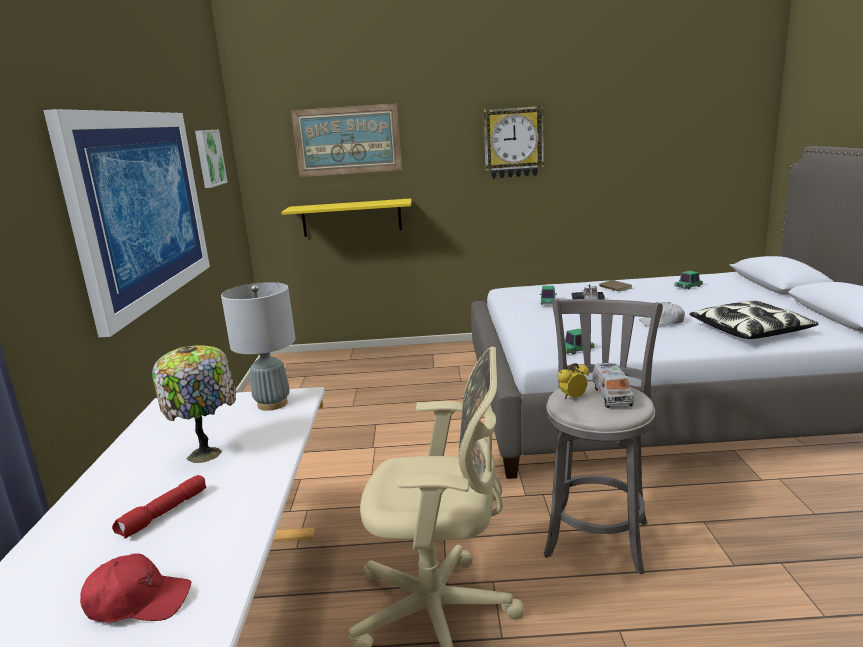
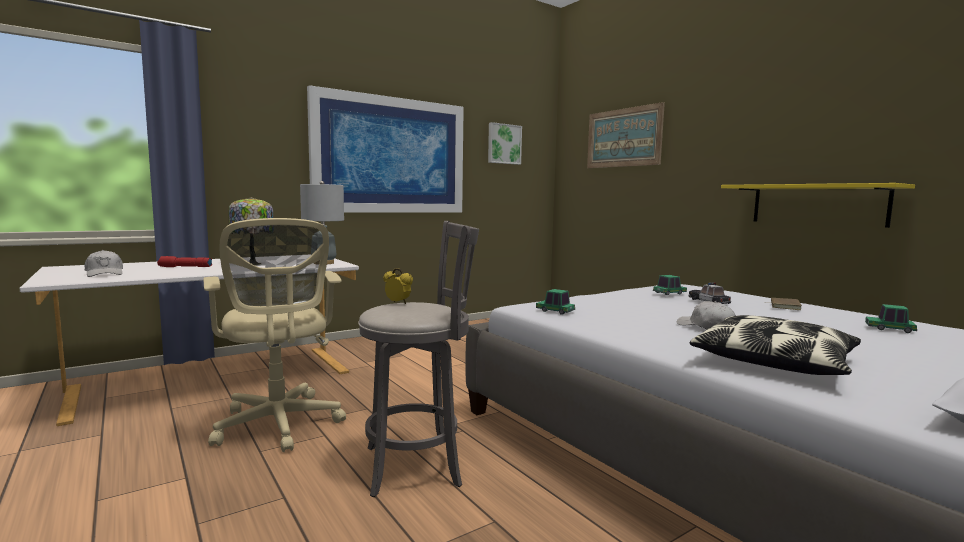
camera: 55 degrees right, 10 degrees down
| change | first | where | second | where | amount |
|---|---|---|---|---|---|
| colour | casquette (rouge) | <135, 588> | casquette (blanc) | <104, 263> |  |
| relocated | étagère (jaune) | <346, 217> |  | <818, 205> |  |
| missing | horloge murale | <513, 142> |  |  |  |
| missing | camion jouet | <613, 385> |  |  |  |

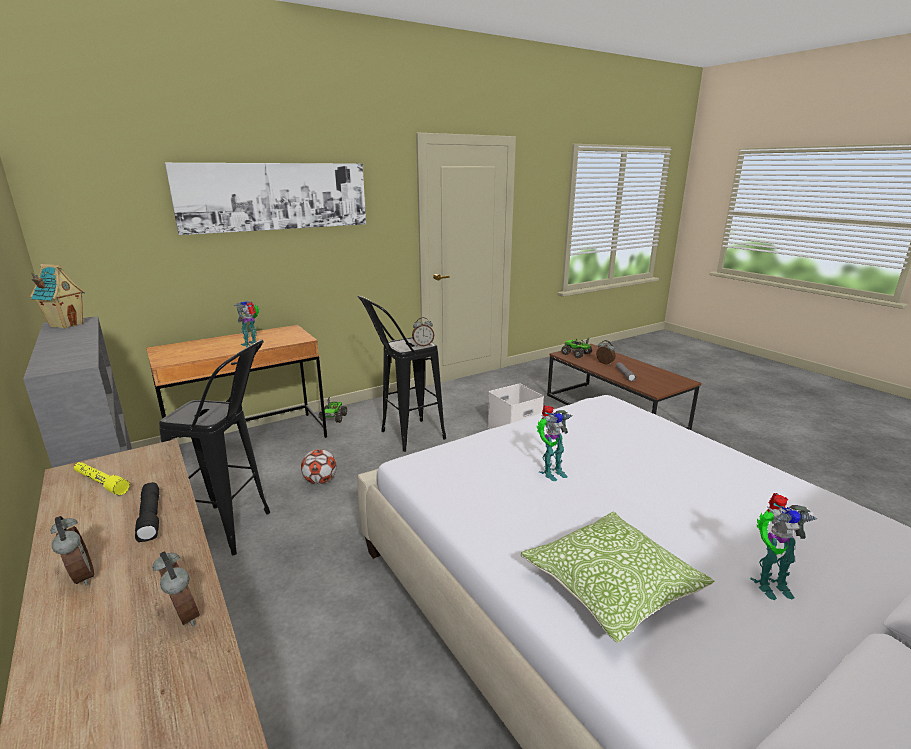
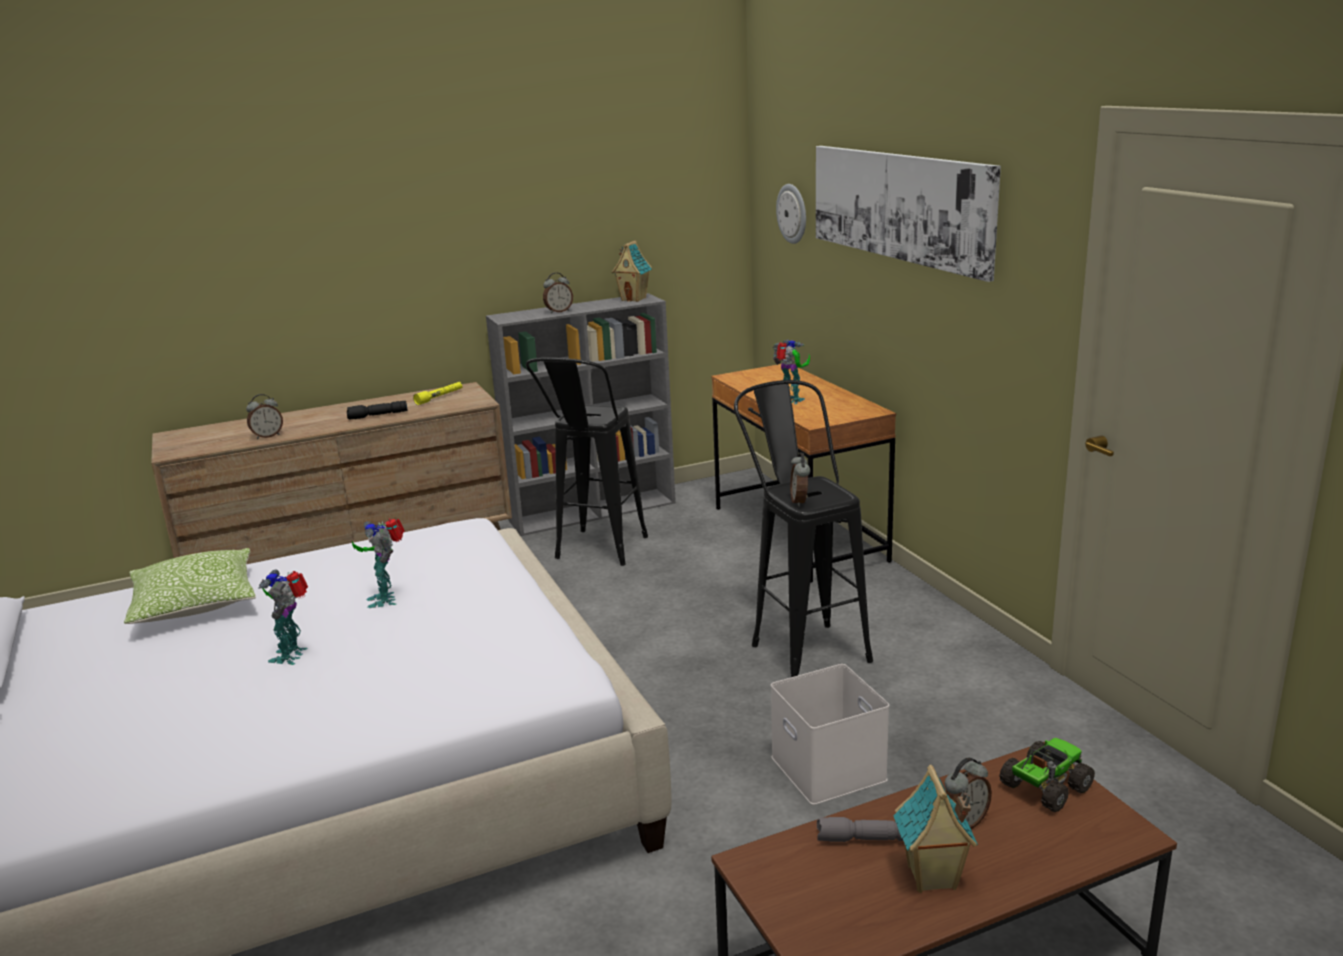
camera: 100 degrees right, 0 degrees up
| change | first | where | second | where | amount |
|---|---|---|---|---|---|
| relocated | réveil | <72, 551> |  | <558, 293> |  |
| missing | ballon de foot | <319, 466> |  |  |  |
| missing | camion jouet | <332, 410> |  |  |  |
| relocated | robot jouet | <783, 546> |  | <283, 617> |  |
| appeared |  |  | horloge murale | <791, 214> |  |
| appeared |  |  | maison miniature | <935, 829> |  |

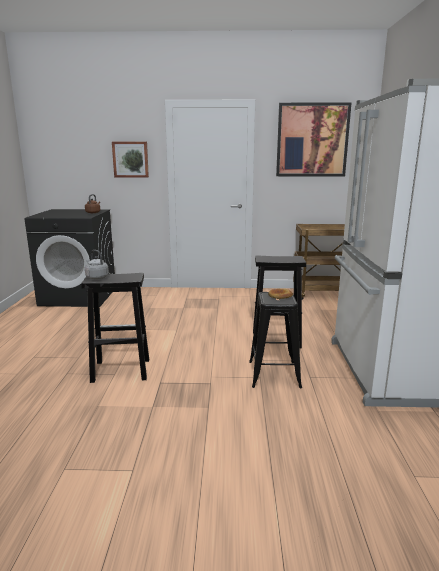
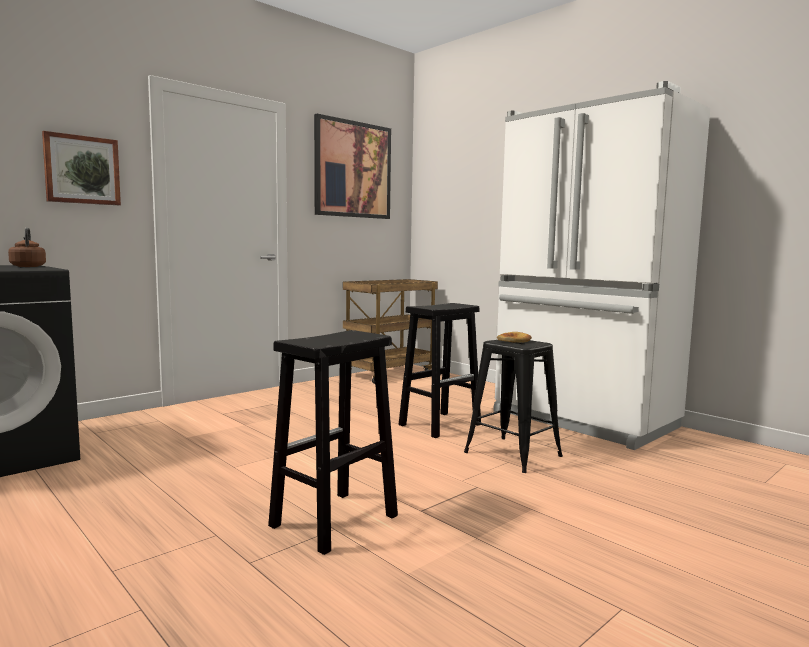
camera: 45 degrees left, 10 degrees down
| change | first | where | second | where | amount |
|---|---|---|---|---|---|
| missing | bouilloire (gris) | <97, 264> |  |  |  |

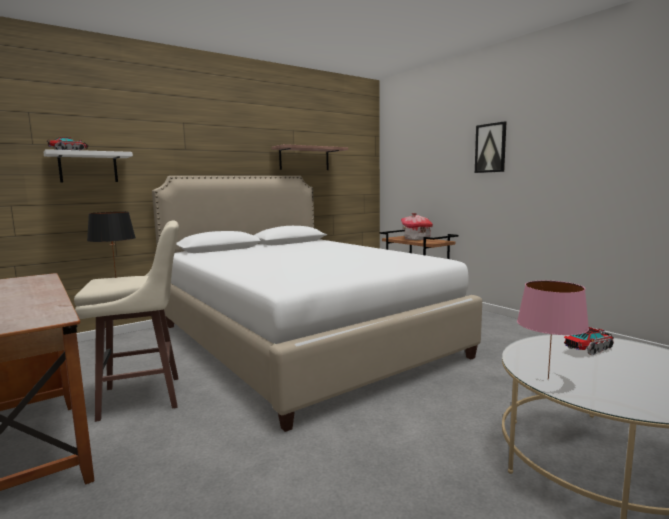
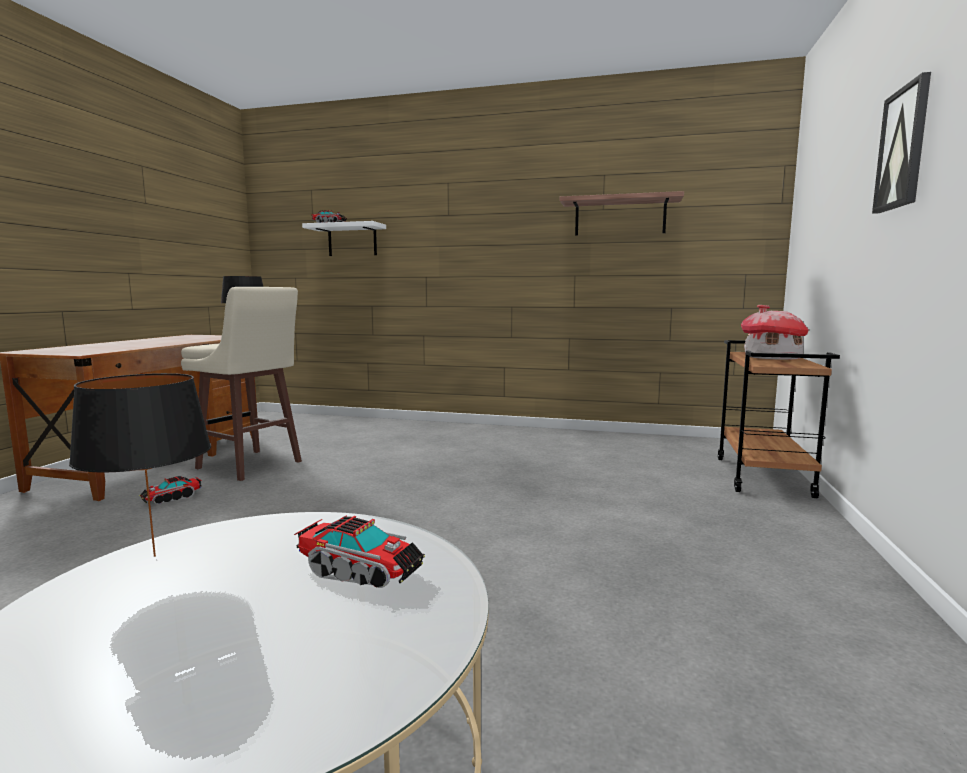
camera: 50 degrees right, 0 degrees up
| change | first | where | second | where | amount |
|---|---|---|---|---|---|
| missing | lit (blanc) | <317, 304> |  |  |  |
| colour | lampe de table (rose) | <553, 330> | lampe de table (noir) | <140, 465> |  |
| appeared |  |  | camion jouet | <170, 490> |  |

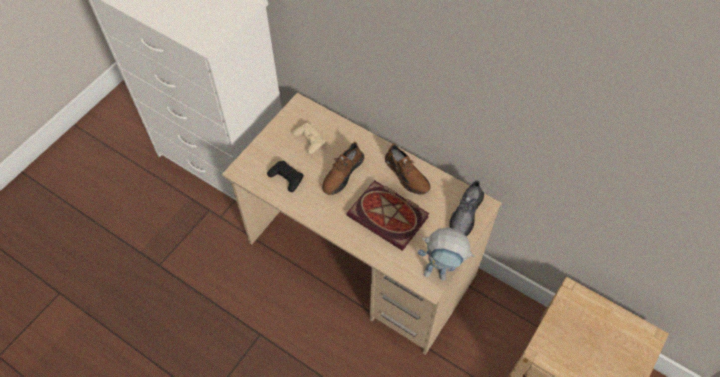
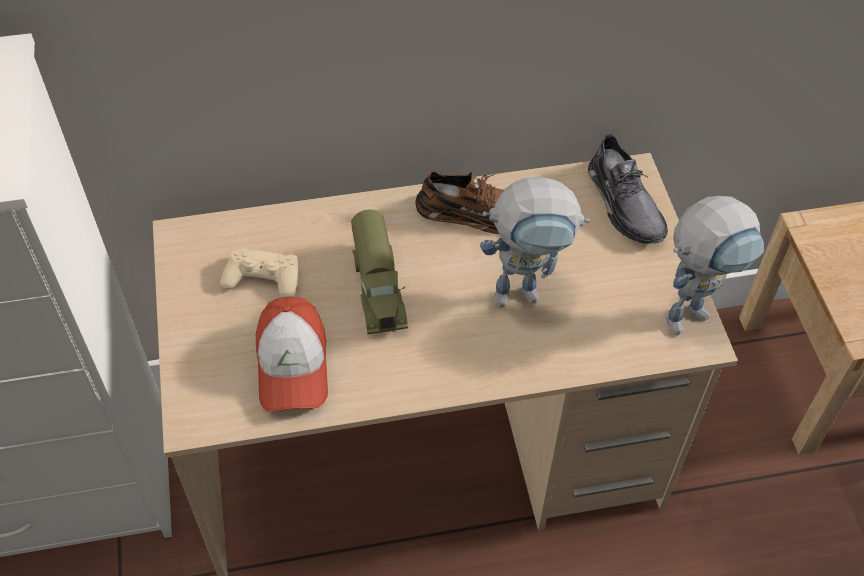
camera: 45 degrees left, 5 degrees down
| change | first | where | second | where | amount |
|---|---|---|---|---|---|
| exchanged | manette (noir) | <285, 176> | casquette | <292, 354> |  |
| exchanged | chaussure (marron) | <343, 168> | camion jouet | <379, 272> |  |
| exchanged | livre | <388, 215> | robot jouet | <535, 241> |  |

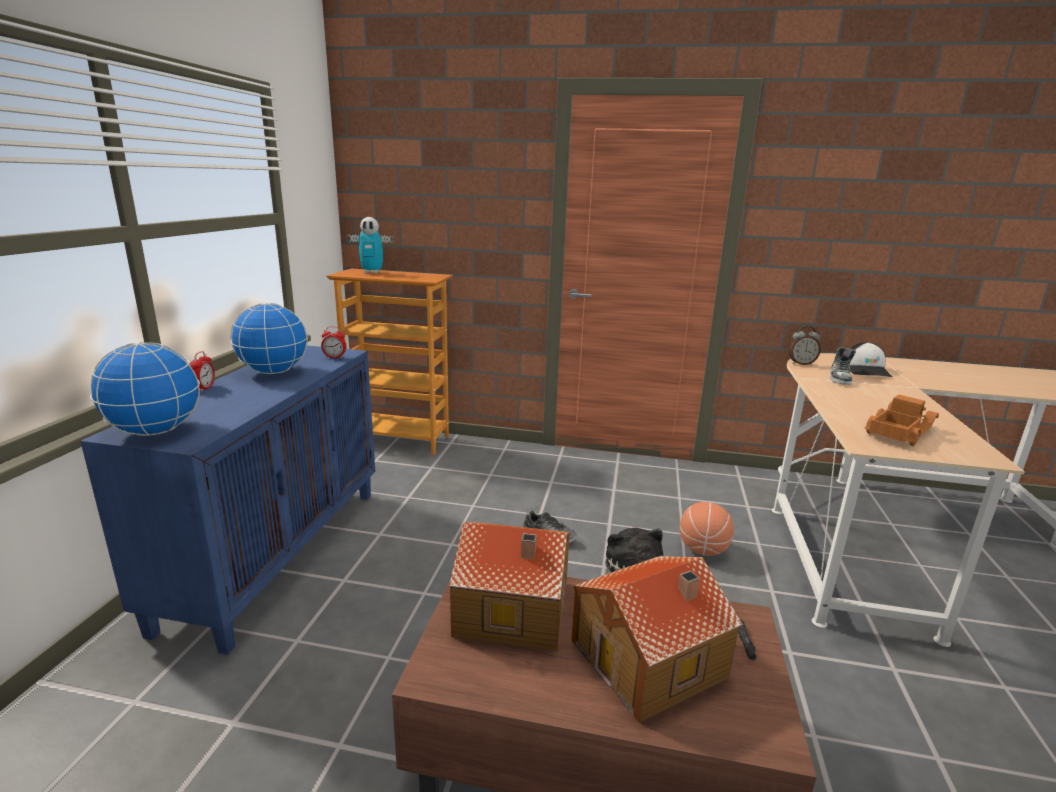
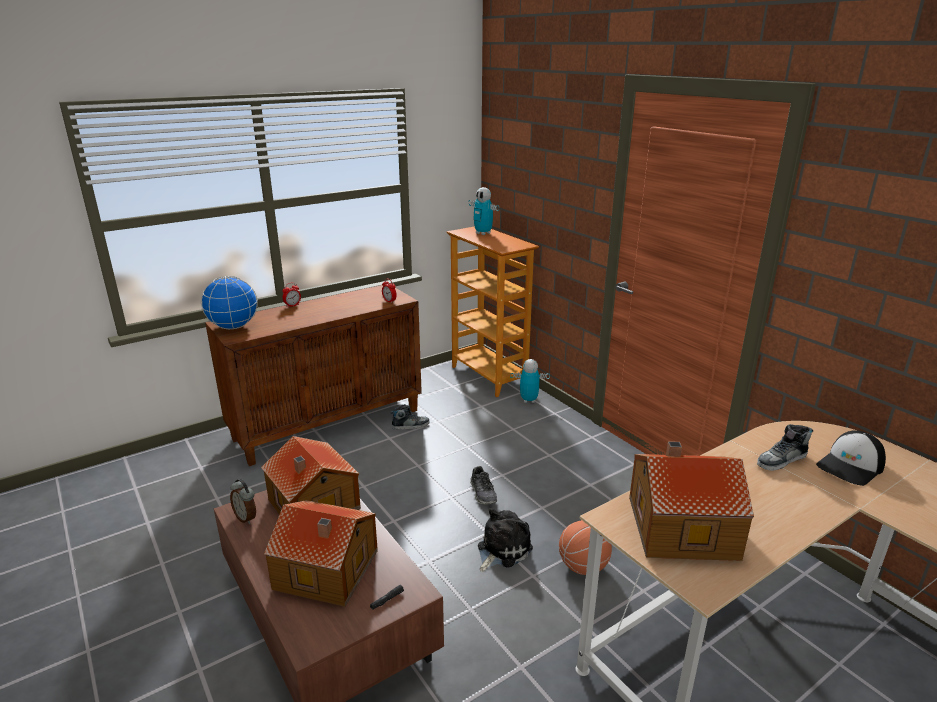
camera: 45 degrees right, 5 degrees up
| change | first | where | second | where | amount |
|---|---|---|---|---|---|
| colour | meuble de rangement (bleu) | <227, 500> | meuble de rangement (marron) | <313, 375> |  |
| missing | globe | <269, 338> |  |  |  |
| relocated | réveil | <804, 345> |  | <243, 501> |  |
| exchanged | camion jouet | <901, 420> | maison miniature | <691, 501> |  |
| appeared |  |  | chaussure | <410, 417> |  |
| appeared |  |  | robot jouet | <530, 381> |  |

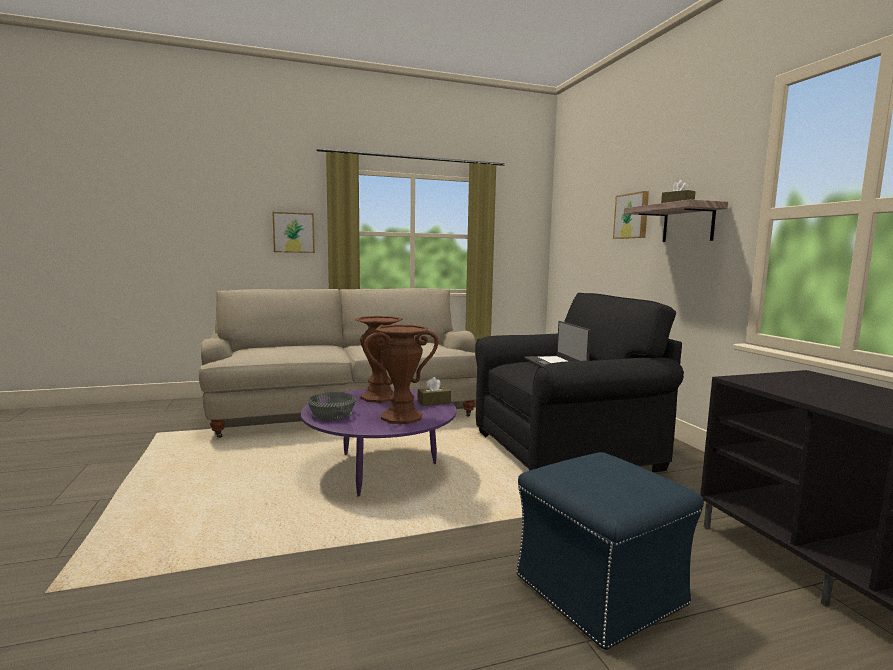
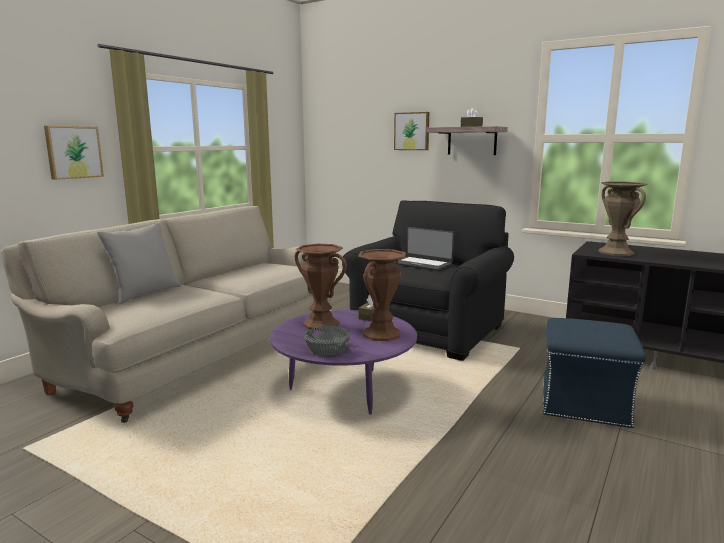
camera: 40 degrees left, 5 degrees up
| change | first | where | second | where | amount |
|---|---|---|---|---|---|
| appeared |  |  | coussin (gris) | <139, 263> |  |
| appeared |  |  | vase (marron) | <623, 218> |  |

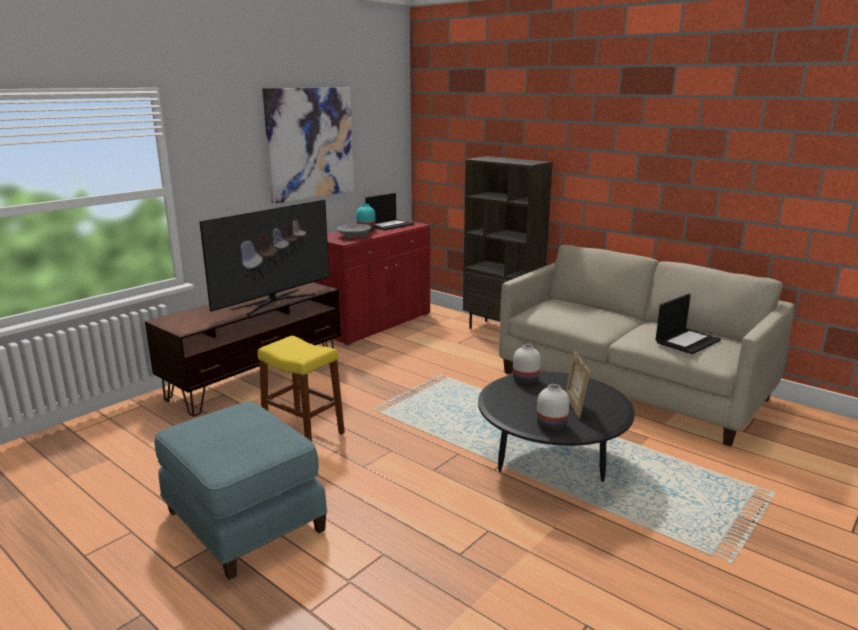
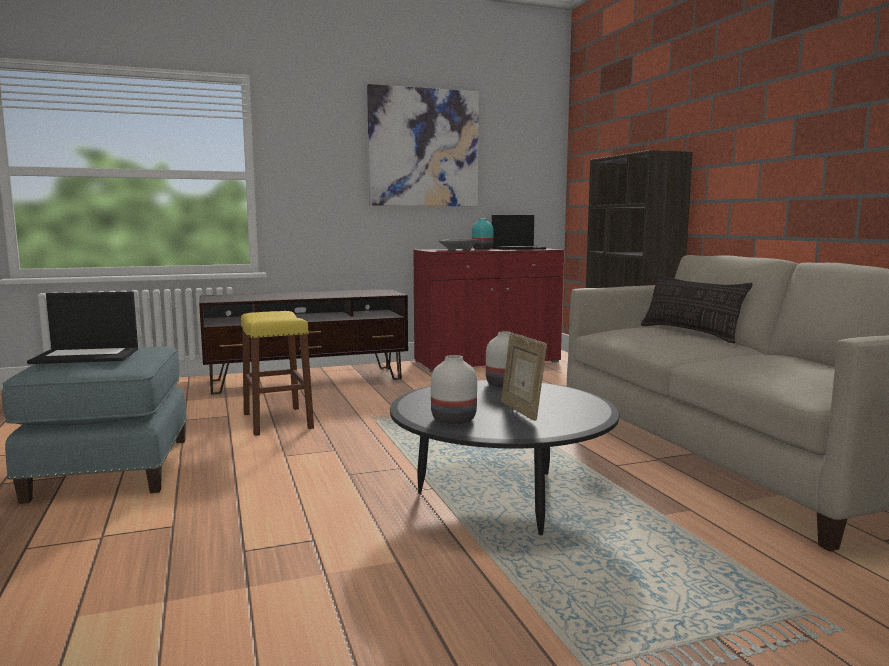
camera: 30 degrees right, 10 degrees down
| change | first | where | second | where | amount |
|---|---|---|---|---|---|
| missing | téléviseur | <264, 258> |  |  |  |
| spun | cadre photo | <577, 384> |  | <524, 376> | 45 degrees counterclockwise |
| relocated | ordinateur portable | <688, 324> |  | <82, 328> |  |
| appeared |  |  | coussin | <696, 308> |  |

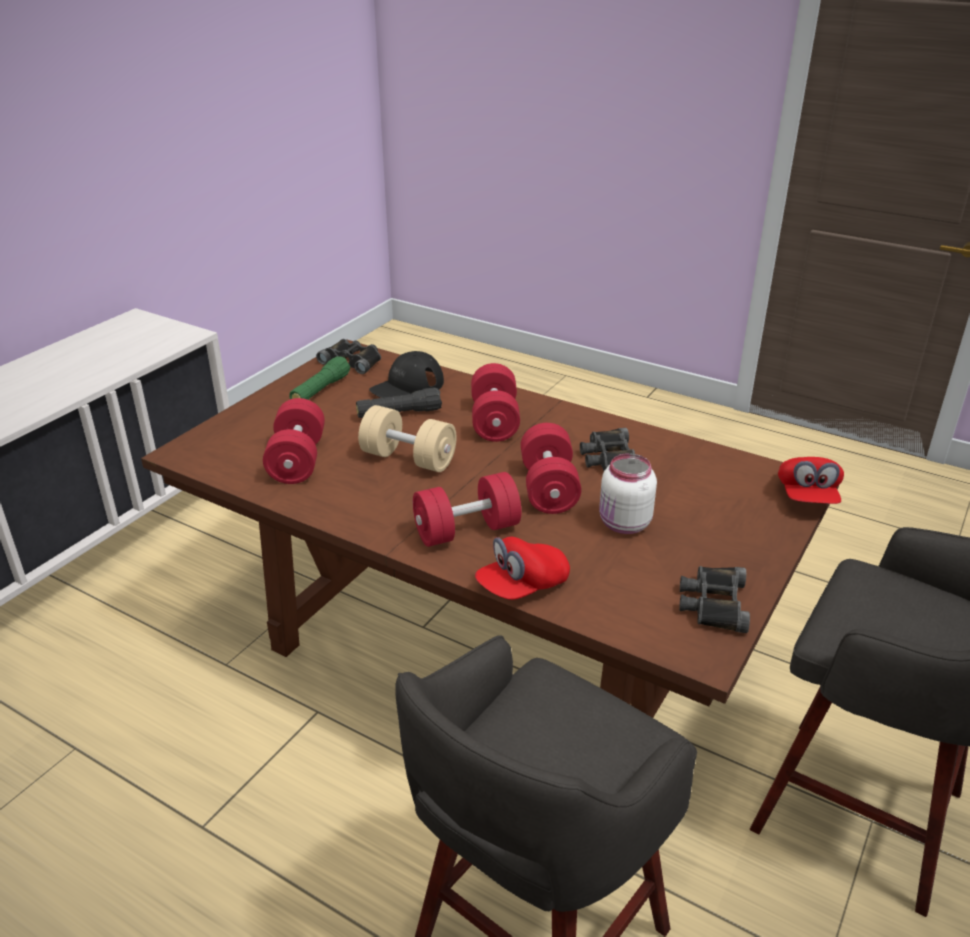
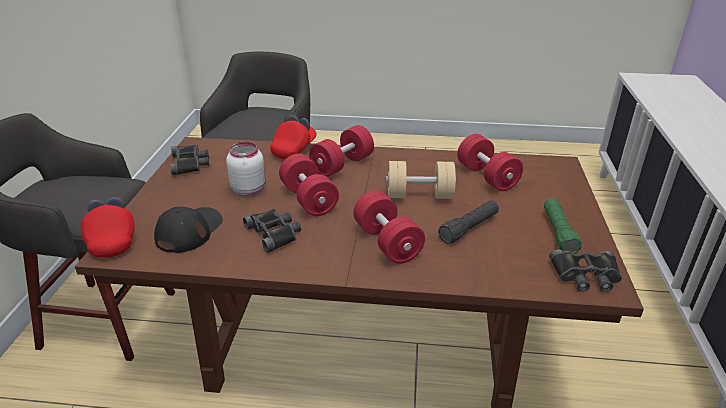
camera: 155 degrees right, 0 degrees up
| change | first | where | second | where | amount |
|---|---|---|---|---|---|
| relocated | casquette (noir) | <406, 374> |  | <188, 230> |  |

